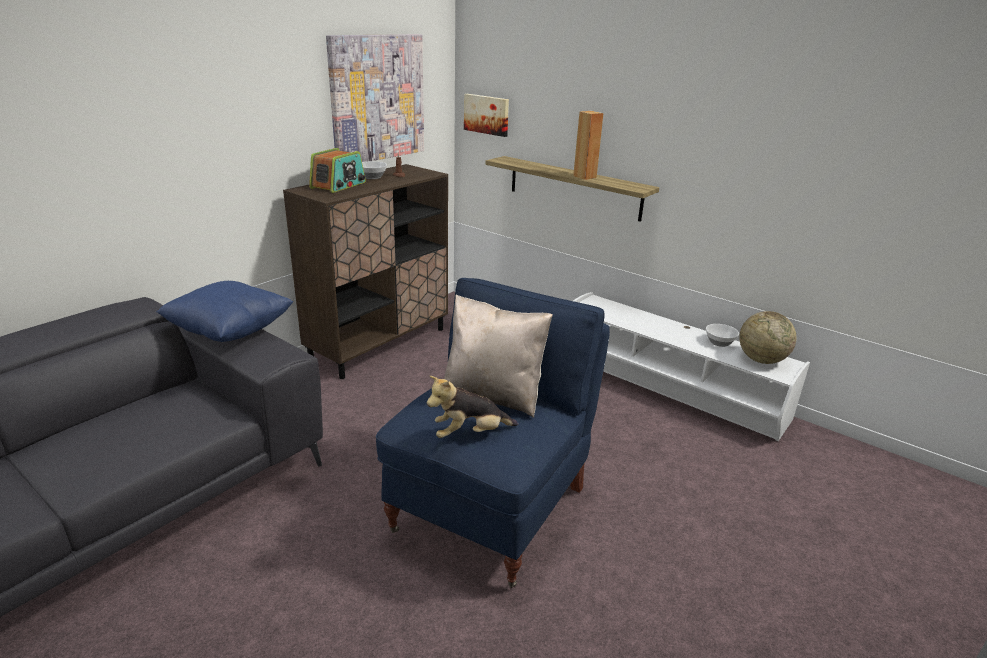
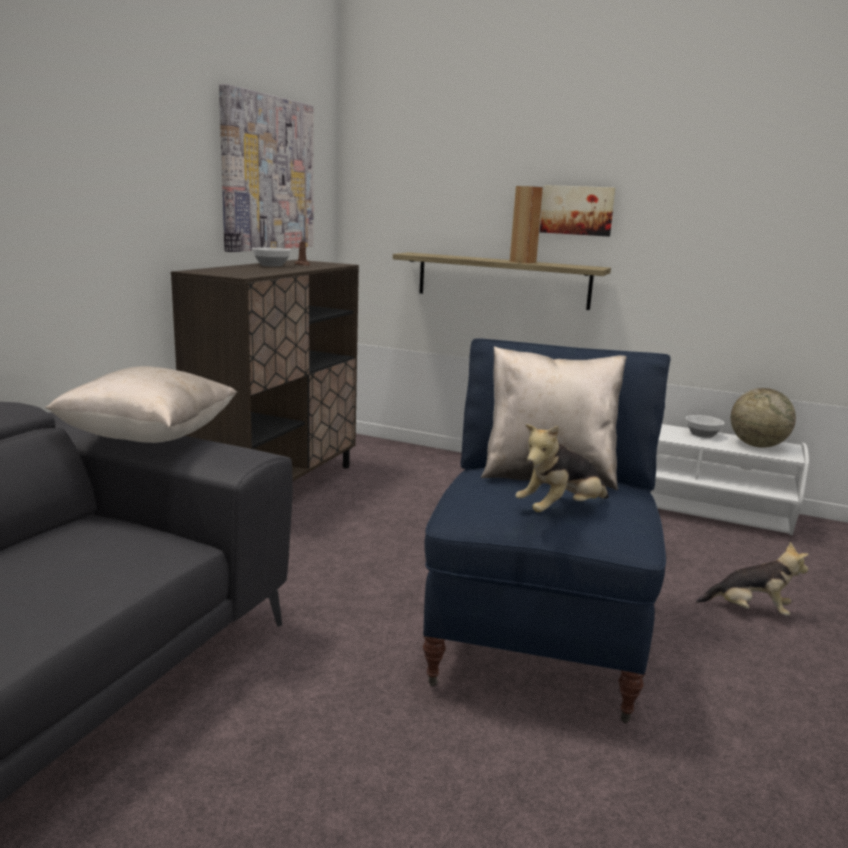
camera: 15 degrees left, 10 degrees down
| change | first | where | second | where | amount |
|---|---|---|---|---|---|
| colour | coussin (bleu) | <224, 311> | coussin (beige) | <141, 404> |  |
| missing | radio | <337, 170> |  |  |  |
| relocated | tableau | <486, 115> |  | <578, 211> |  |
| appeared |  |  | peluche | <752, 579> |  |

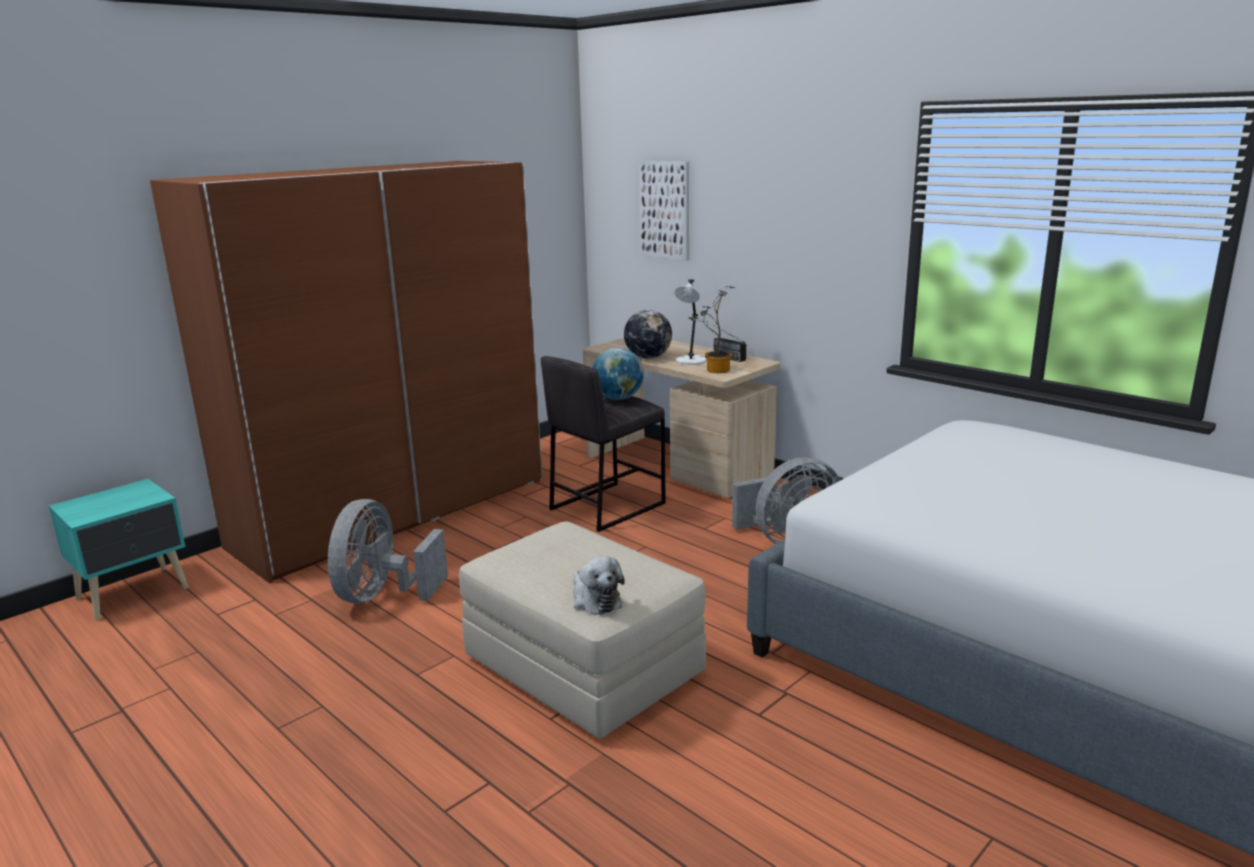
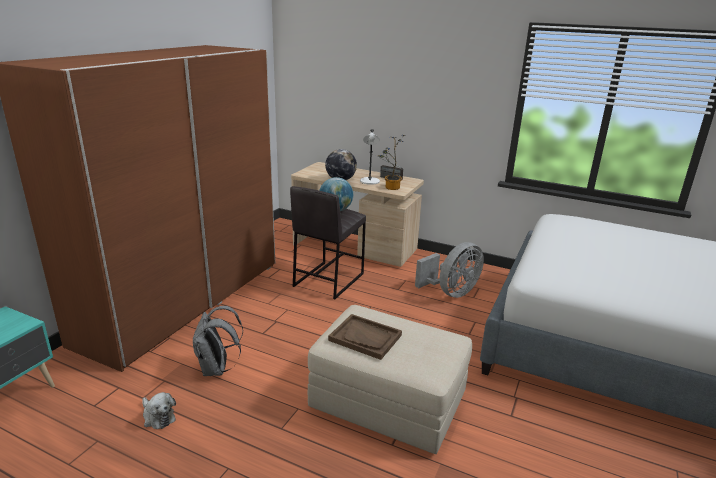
camera: 20 degrees left, 5 degrees up
| change | first | where | second | where | amount |
|---|---|---|---|---|---|
| exchanged | ventilateur (gris) | <388, 551> | sac à dos (gris) | <218, 341> |  |
| relocated | peluche | <599, 585> |  | <159, 410> |  |
| missing | tableau | <664, 211> |  |  |  |
| appeared |  |  | plateau (marron) | <365, 337> |  |

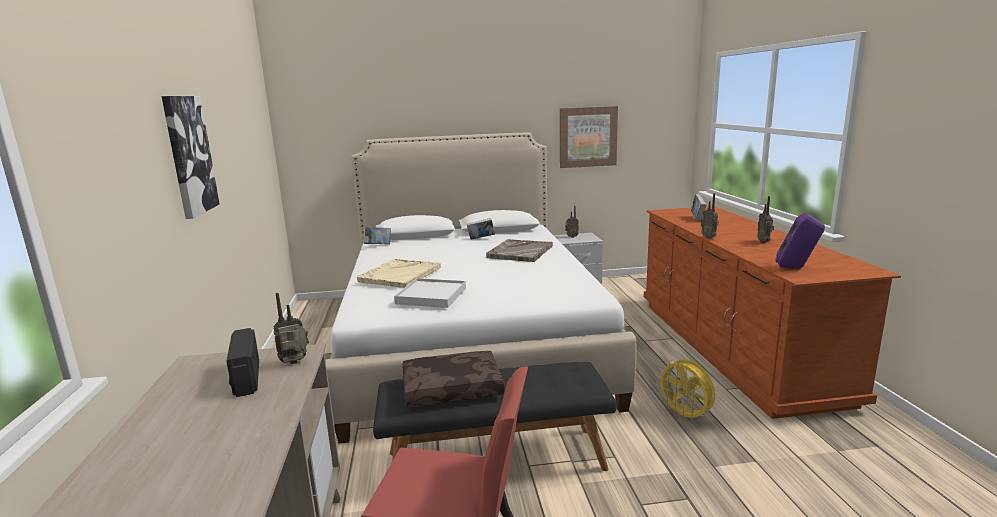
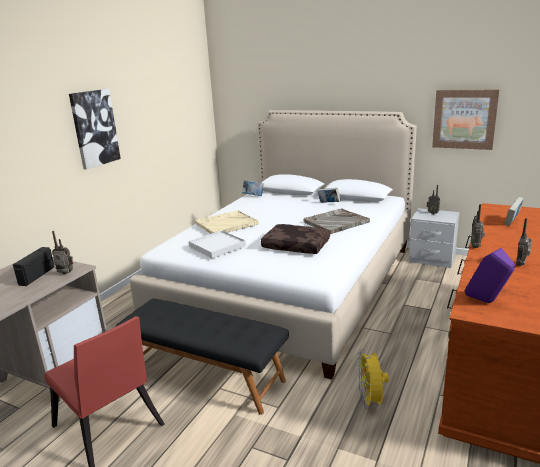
camera: 35 degrees right, 5 degrees up
| change | first | where | second | where | amount |
|---|---|---|---|---|---|
| relocated | coussin (marron) | <454, 379> |  | <295, 239> |  |

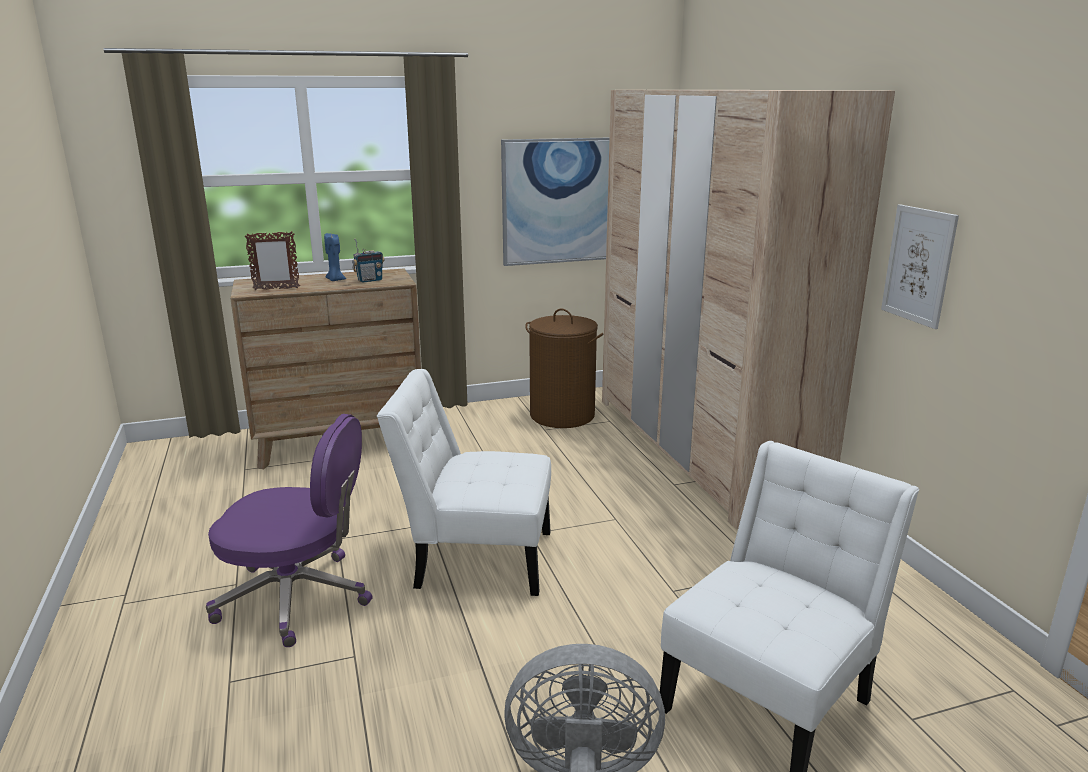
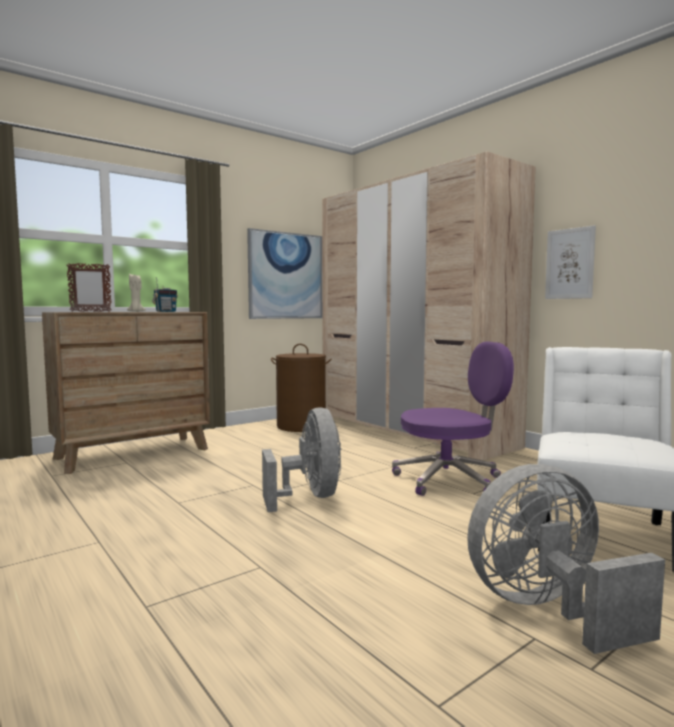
camera: 20 degrees left, 15 degrees down
| change | first | where | second | where | amount |
|---|---|---|---|---|---|
| relocated | chaise de bureau (violet) | <289, 530> |  | <453, 418> |  |
| colour | bougie (bleu) | <335, 257> | bougie (beige) | <136, 293> |  |
| exchanged | chaise (blanc) | <464, 482> | ventilateur (gris) | <301, 459> |  |

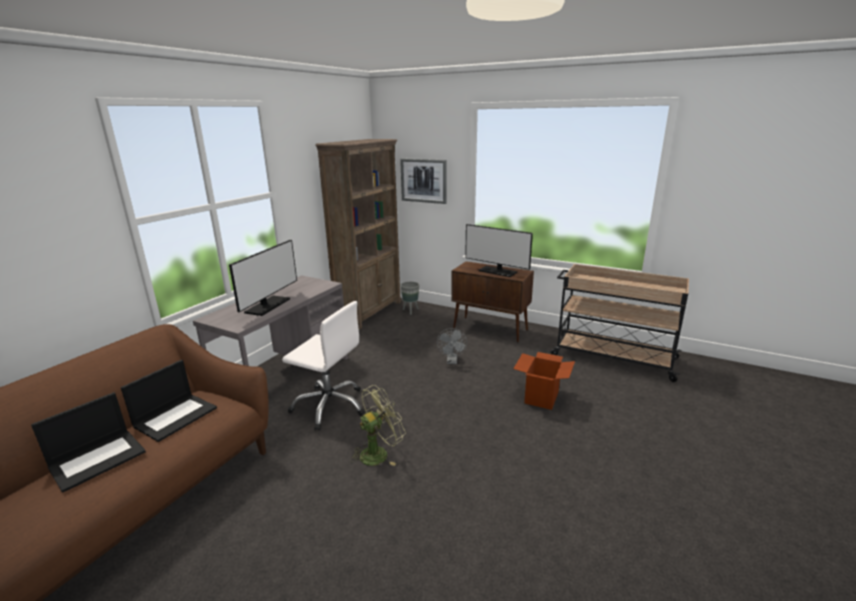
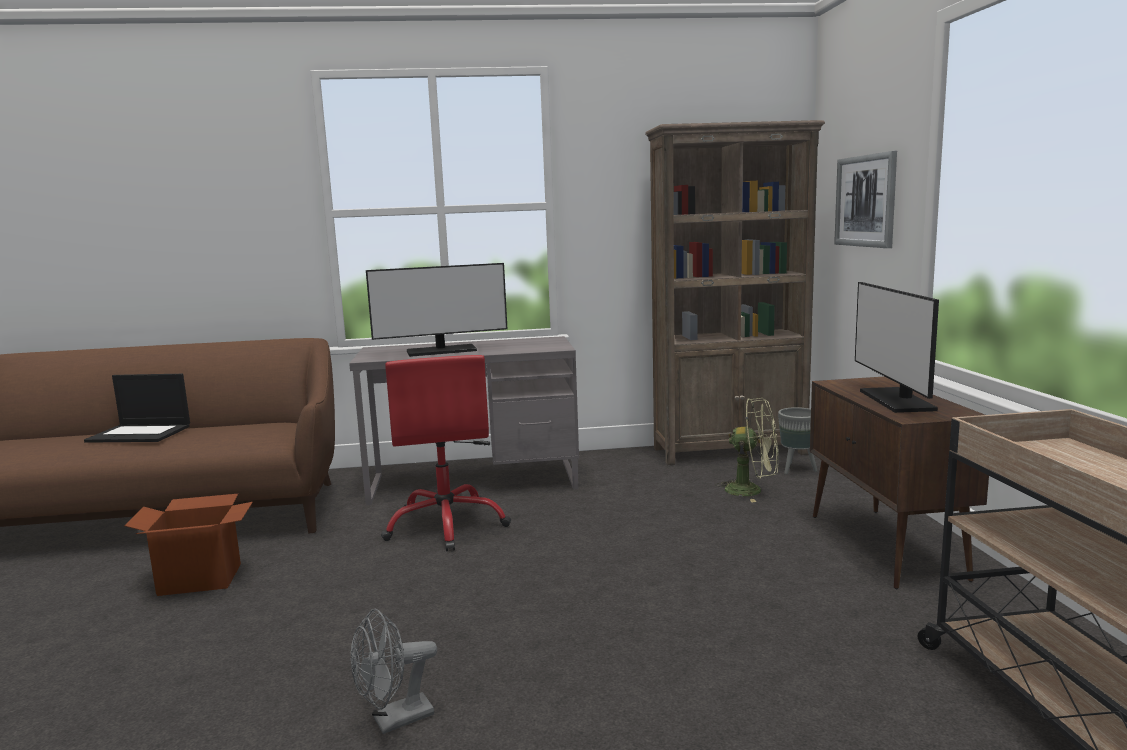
camera: 55 degrees right, 10 degrees down
| change | first | where | second | where | amount |
|---|---|---|---|---|---|
| missing | ordinateur portable | <169, 401> |  |  |  |
| colour | chaise de bureau (blanc) | <323, 366> | chaise de bureau (rouge) | <446, 453> |  |
| relocated | ventilateur (vert) | <378, 425> |  | <747, 450> |  |
| relocated | ventilateur (gris) | <452, 346> |  | <393, 671> |  |
| relocated | carton | <544, 381> |  | <188, 545> |  |

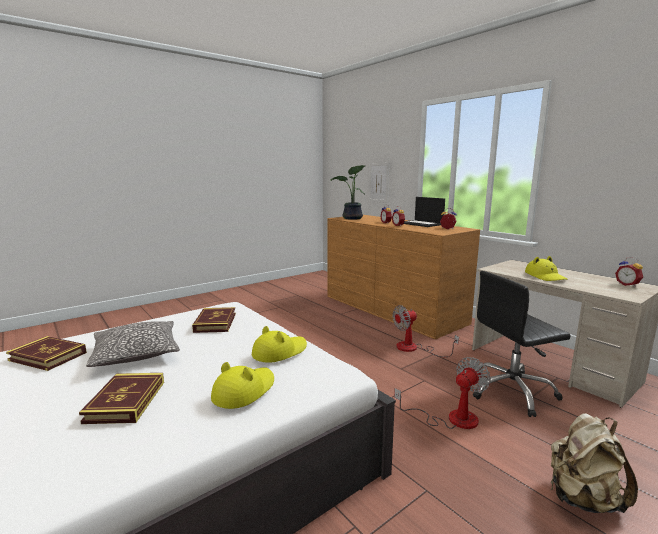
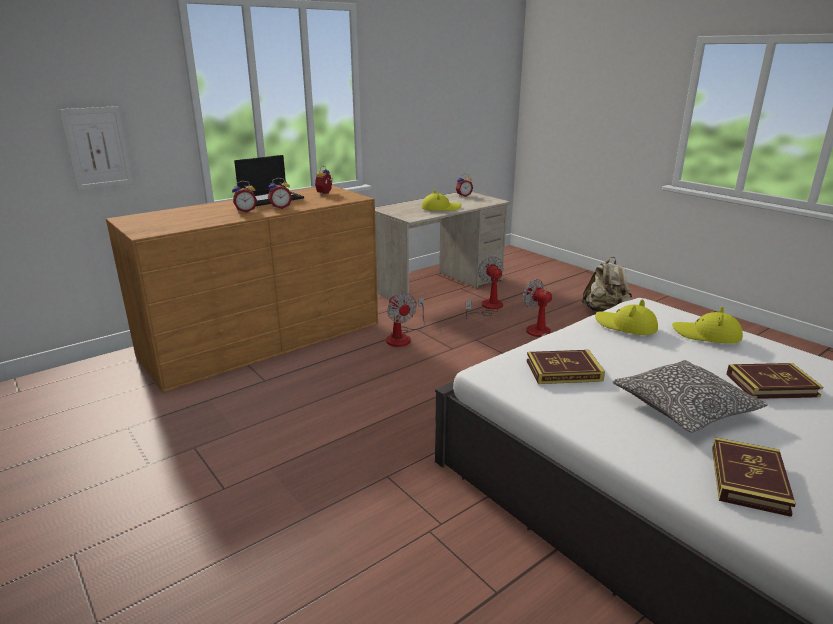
camera: 90 degrees left, 10 degrees up
| change | first | where | second | where | amount |
|---|---|---|---|---|---|
| missing | plante en pot | <348, 192> |  |  |  |
| exchanged | chaise de bureau (noir) | <522, 344> | ventilateur | <485, 287> |  |

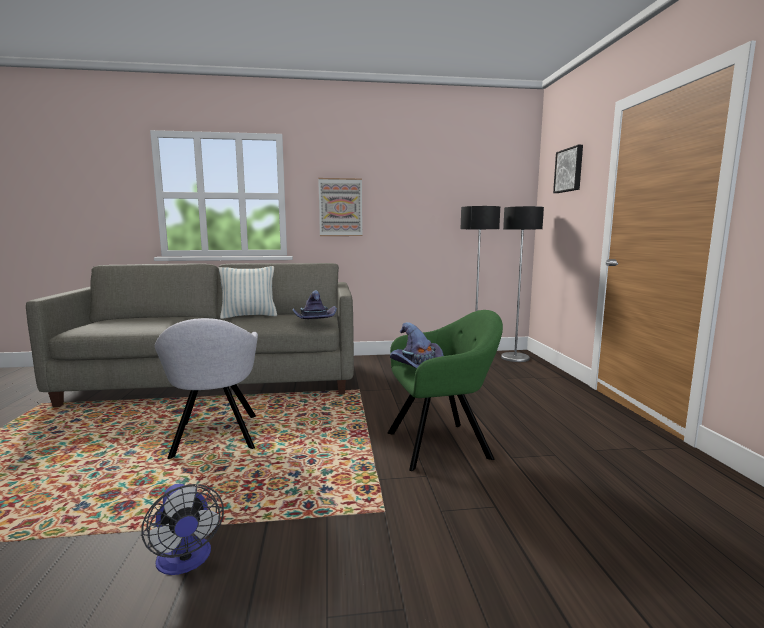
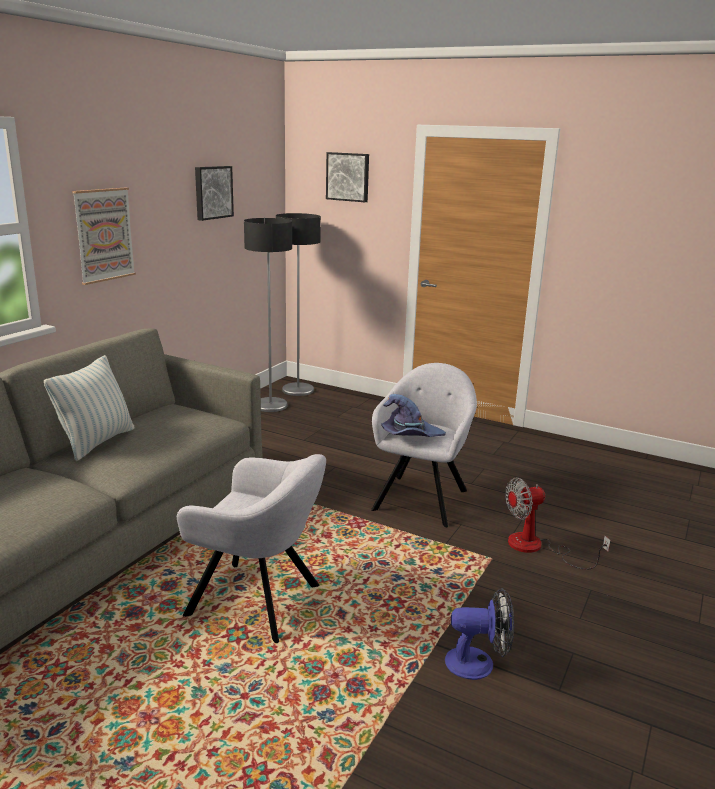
camera: 55 degrees left, 10 degrees up
| change | first | where | second | where | amount |
|---|---|---|---|---|---|
| missing | chapeau (violet) | <314, 304> |  |  |  |
| colour | fauteuil (vert) | <445, 390> | fauteuil (gris) | <424, 445> |  |
| appeared |  |  | tableau | <214, 193> |  |
| appeared |  |  | ventilateur | <558, 523> |  |

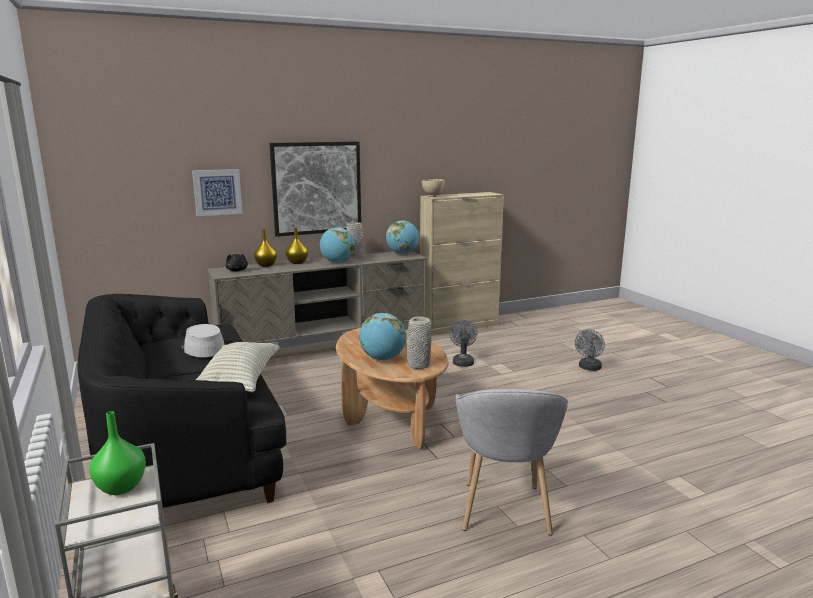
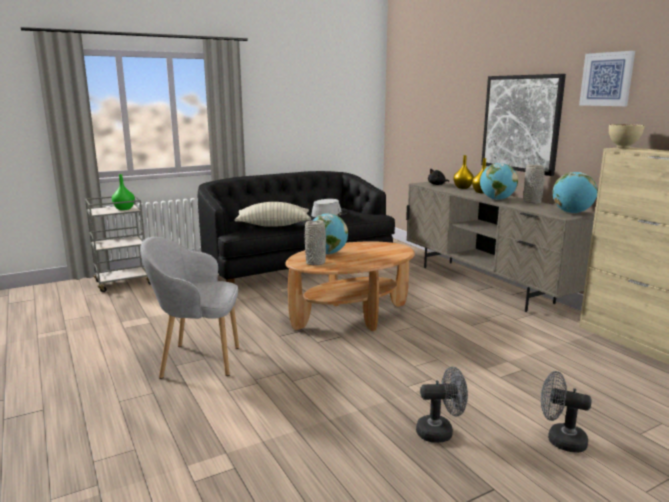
camera: 85 degrees right, 0 degrees up
| change | first | where | second | where | amount |
|---|---|---|---|---|---|
| relocated | tableau | <217, 192> |  | <607, 78> |  |
| relocated | ventilateur (gris) | <463, 343> |  | <442, 405> |  |

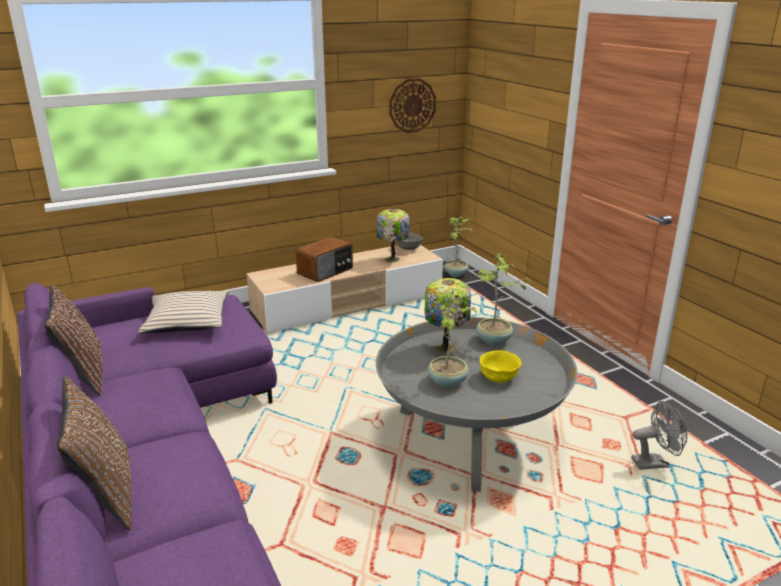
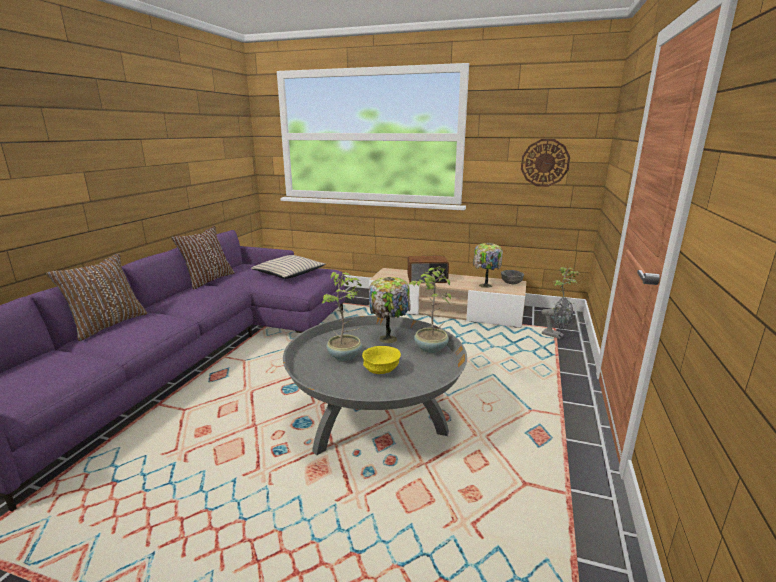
camera: 45 degrees right, 5 degrees down
| change | first | where | second | where | amount |
|---|---|---|---|---|---|
| relocated | ventilateur (gris) | <659, 435> |  | <557, 318> |  |

